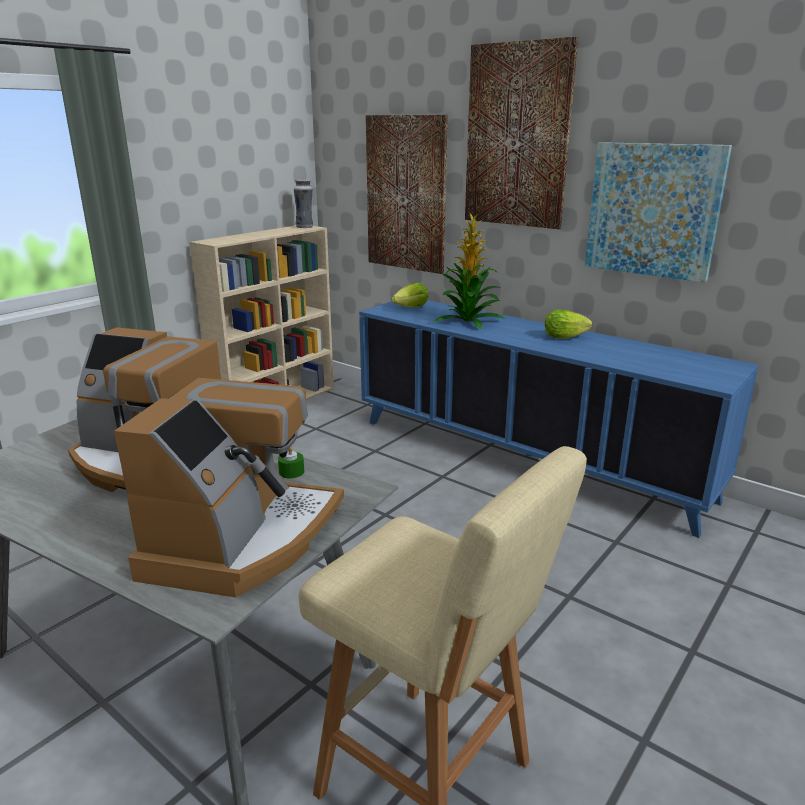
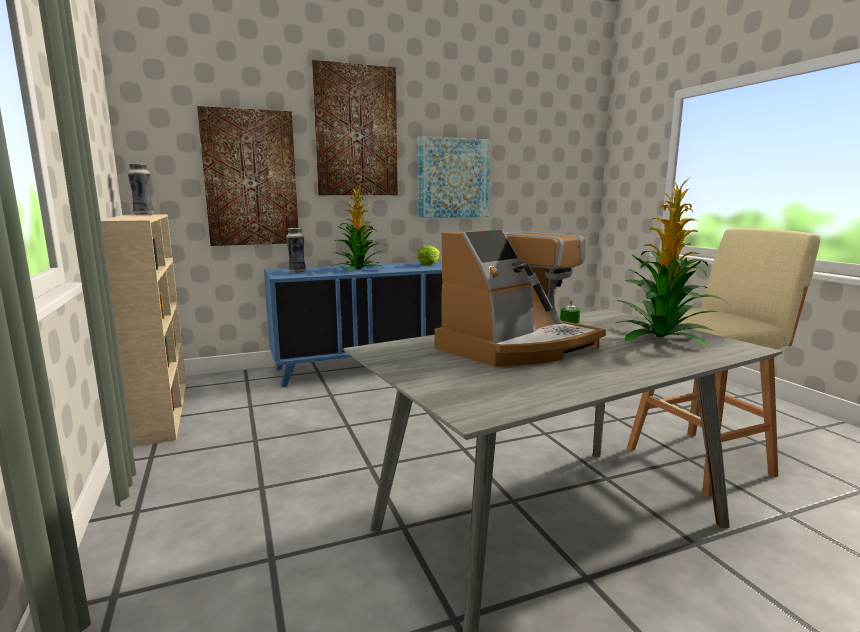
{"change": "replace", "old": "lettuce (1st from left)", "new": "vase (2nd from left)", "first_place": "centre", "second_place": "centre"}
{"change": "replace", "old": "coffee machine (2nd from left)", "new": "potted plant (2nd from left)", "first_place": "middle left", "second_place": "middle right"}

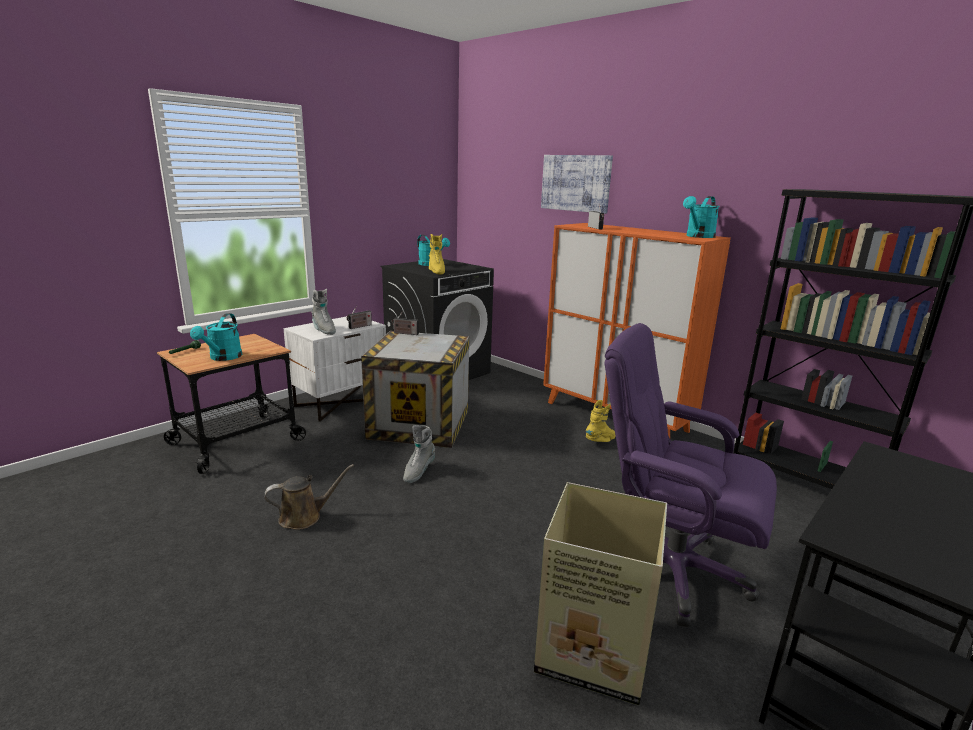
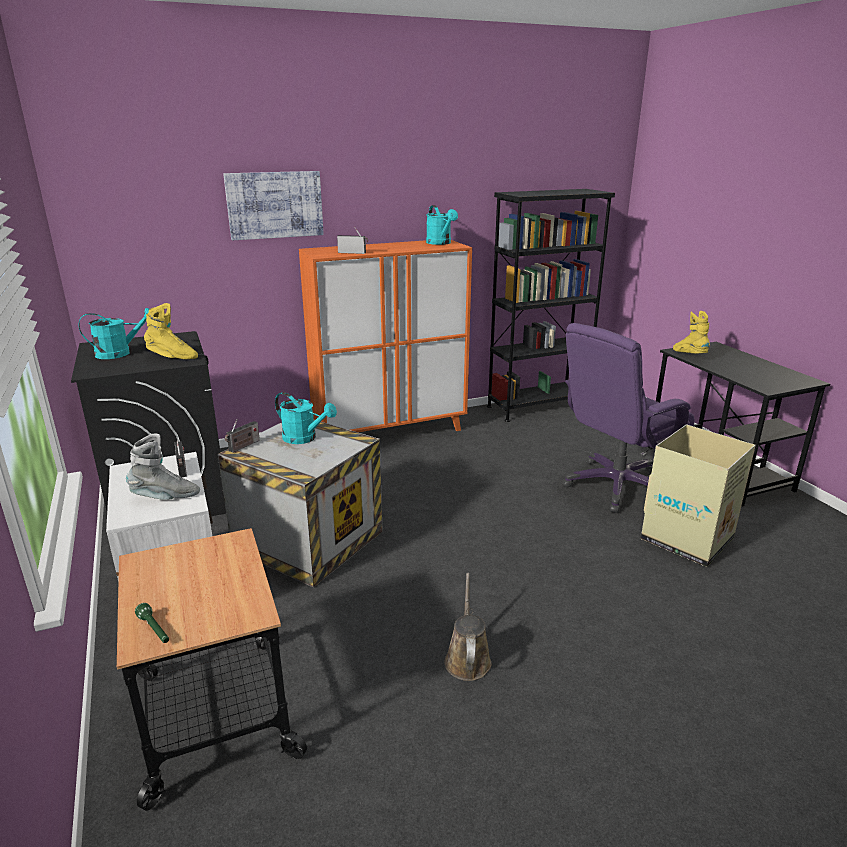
{"change": "move", "old": "turquoise watering can (1st from left in the first image)", "new": "turquoise watering can (2nd from left)", "first_place": "middle left", "second_place": "centre"}
{"change": "move", "old": "yellow boot (2nd from left)", "first_place": "centre", "second_place": "middle right"}
{"change": "delete", "old": "grey boot (2nd from left)", "first_place": "centre"}

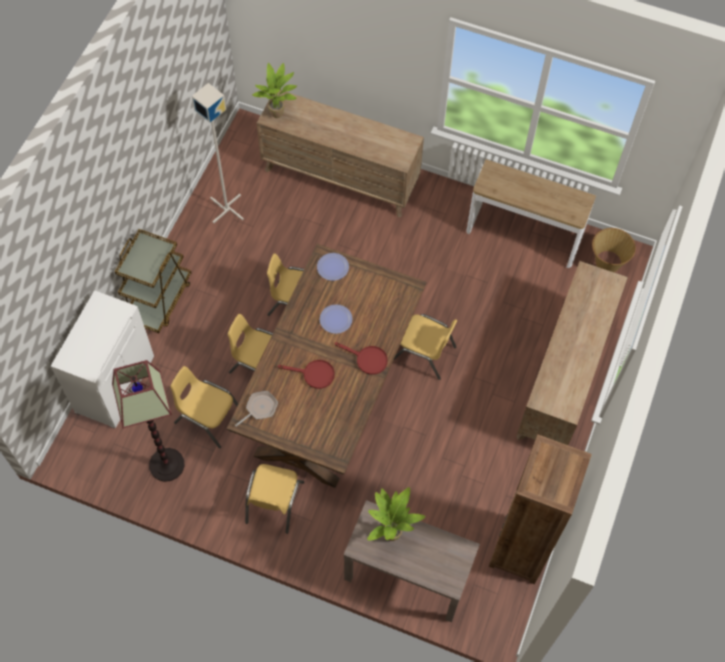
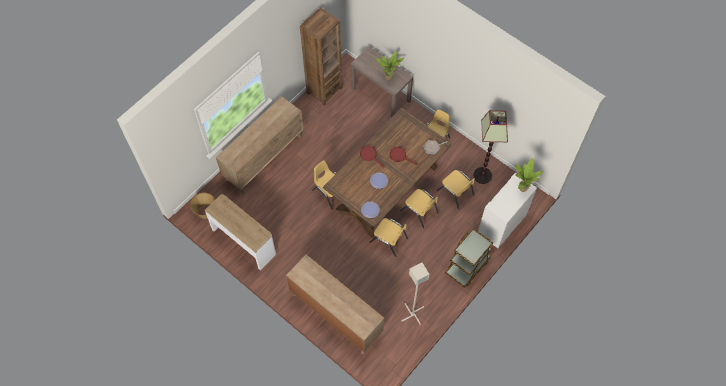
{"change": "move", "old": "potted plant (1st from left in the first image)", "new": "potted plant (2nd from left)", "first_place": "top centre", "second_place": "middle right"}

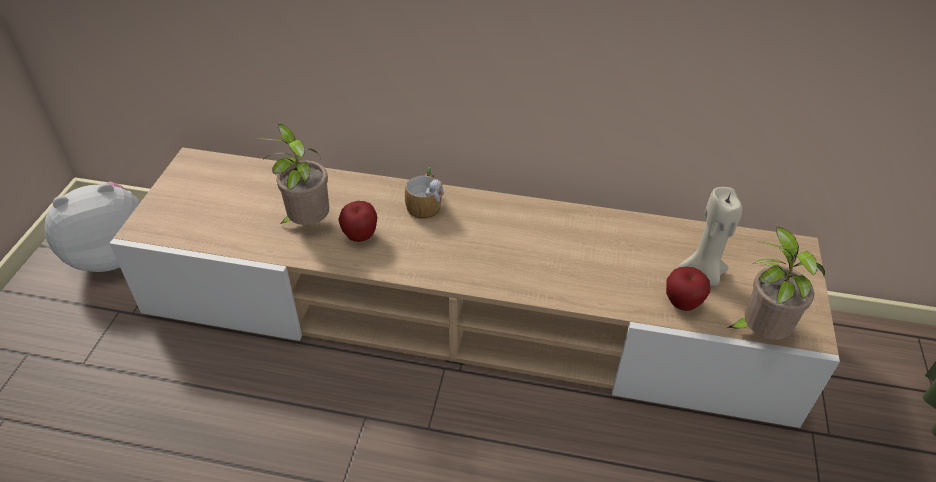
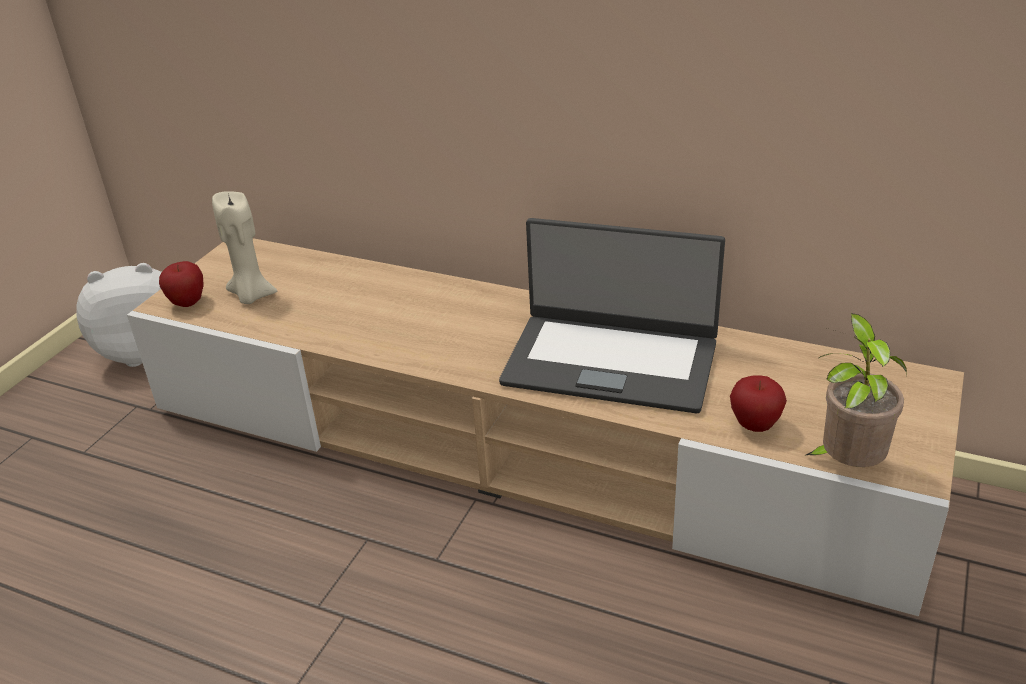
{"change": "delete", "old": "potted plant (1st from left)", "first_place": "middle left"}
{"change": "delete", "old": "mug", "first_place": "centre"}
{"change": "move", "old": "beige candle", "first_place": "middle right", "second_place": "middle left"}
{"change": "move", "old": "apple (1st from left)", "first_place": "centre", "second_place": "middle left"}
{"change": "insert", "new": "laptop", "second_place": "centre"}

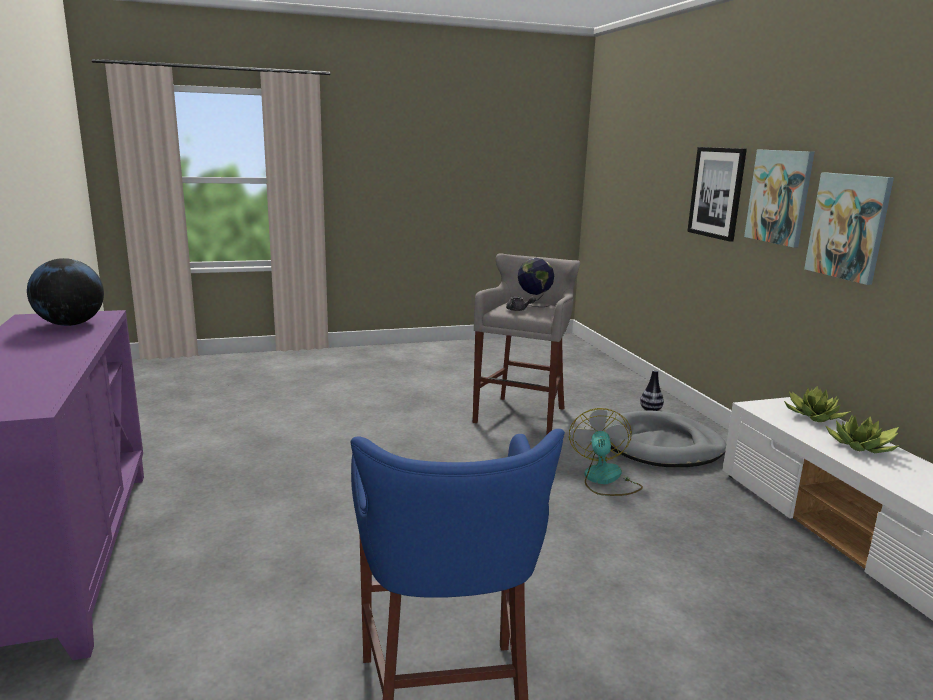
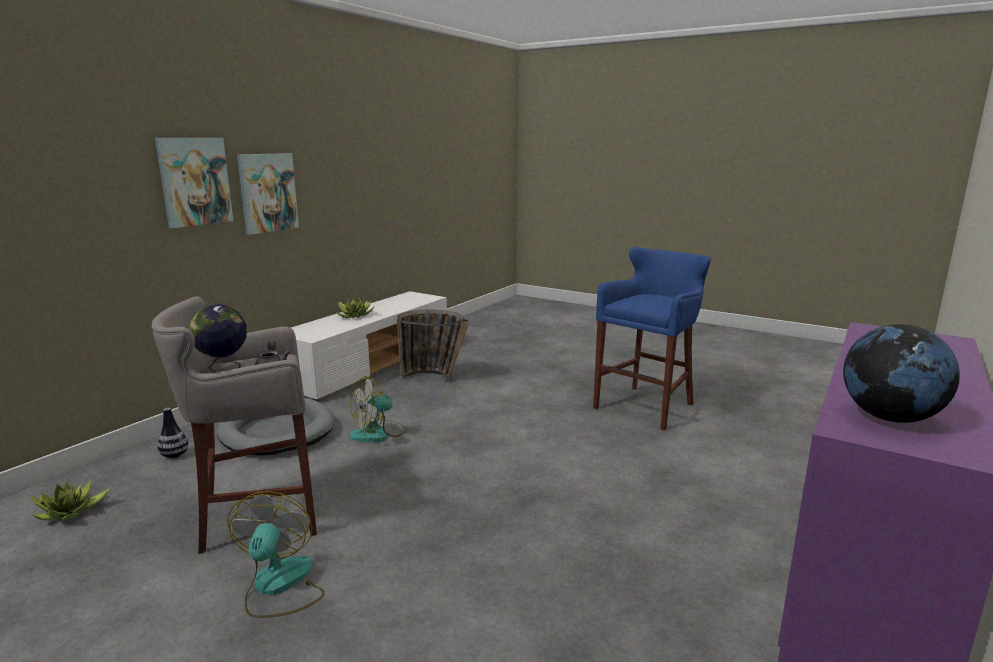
{"change": "delete", "old": "picture (1st from left)", "first_place": "top right"}
{"change": "move", "old": "potted plant (1st from left)", "first_place": "middle right", "second_place": "bottom left"}
{"change": "insert", "new": "basket", "second_place": "centre"}
{"change": "insert", "new": "fan (1st from left)", "second_place": "bottom left"}

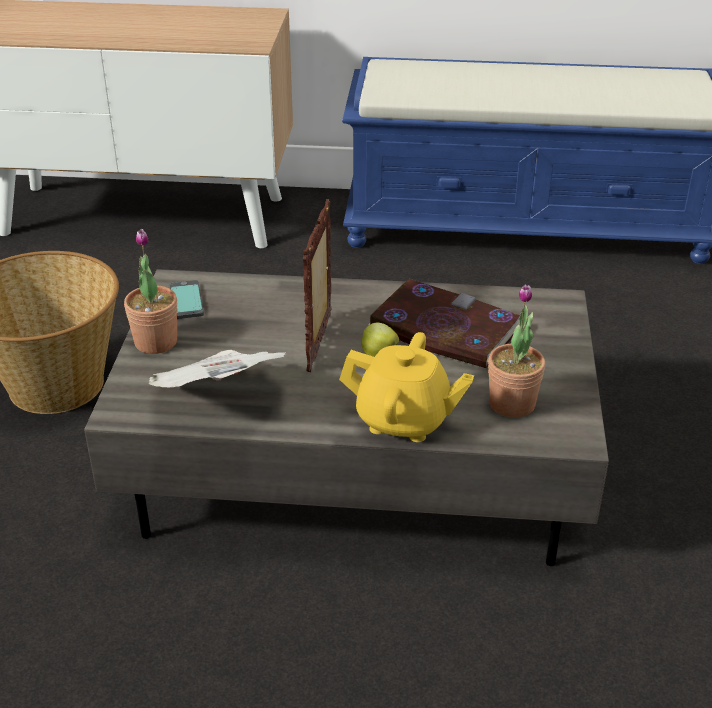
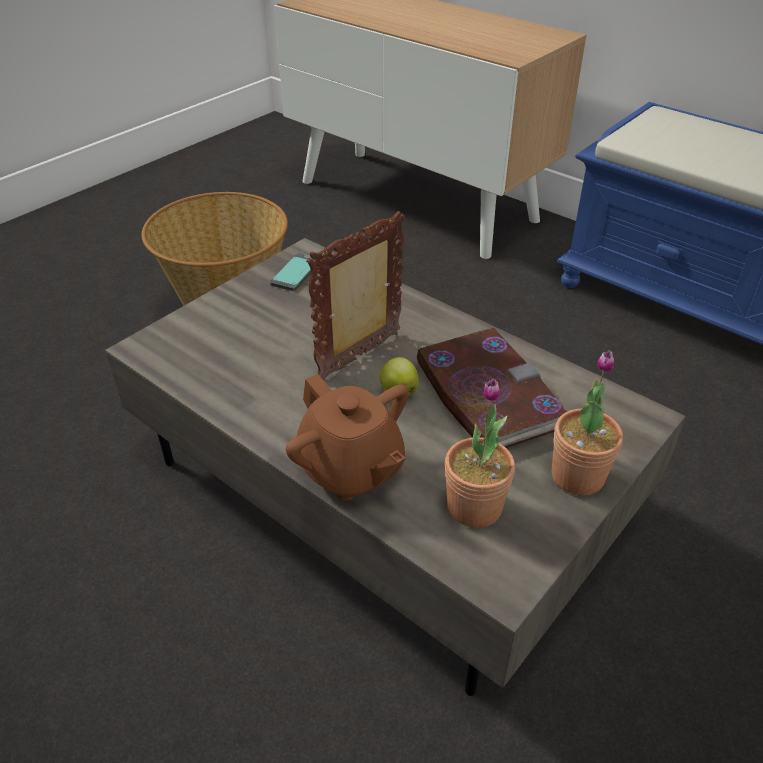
{"change": "move", "old": "potted plant (1st from left in the first image)", "new": "potted plant (2nd from left)", "first_place": "middle left", "second_place": "middle right"}
{"change": "recolor", "old": "yellow teapot", "new": "brown teapot", "first_place": "centre", "second_place": "centre"}
{"change": "delete", "old": "newspaper", "first_place": "middle left"}

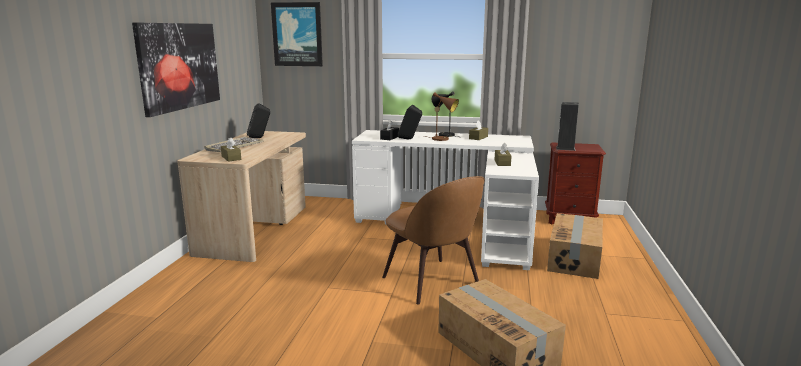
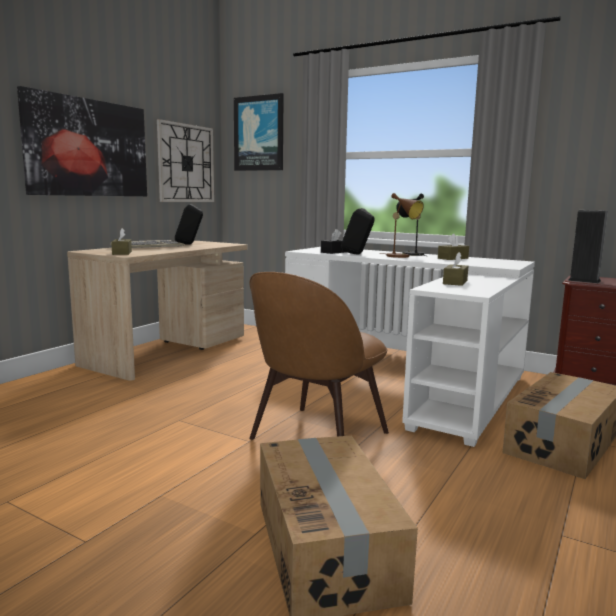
{"change": "rotate", "old": "brown chair", "first_place": "centre", "second_place": "centre", "degrees": 45}
{"change": "insert", "new": "wall clock", "second_place": "top left"}

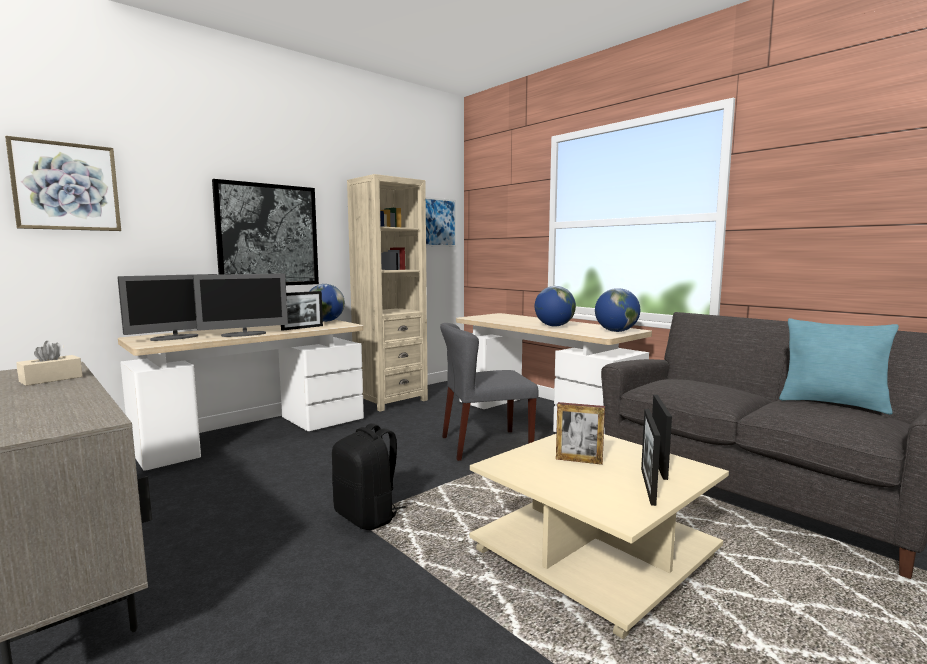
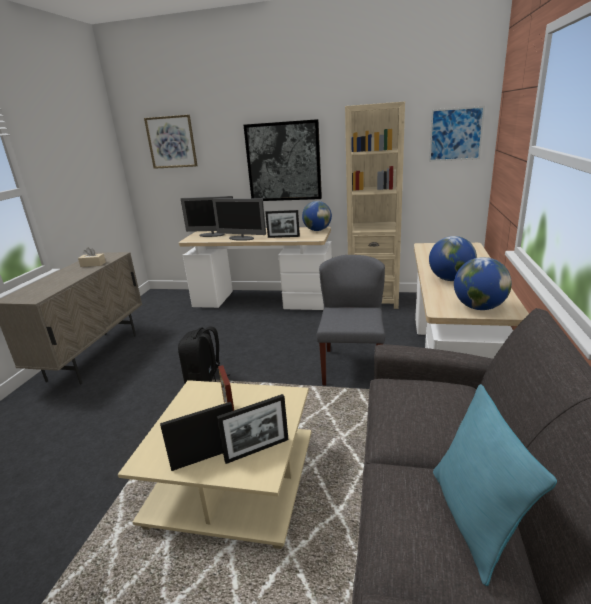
{"change": "rotate", "old": "grey chair", "first_place": "centre", "second_place": "centre", "degrees": 60}

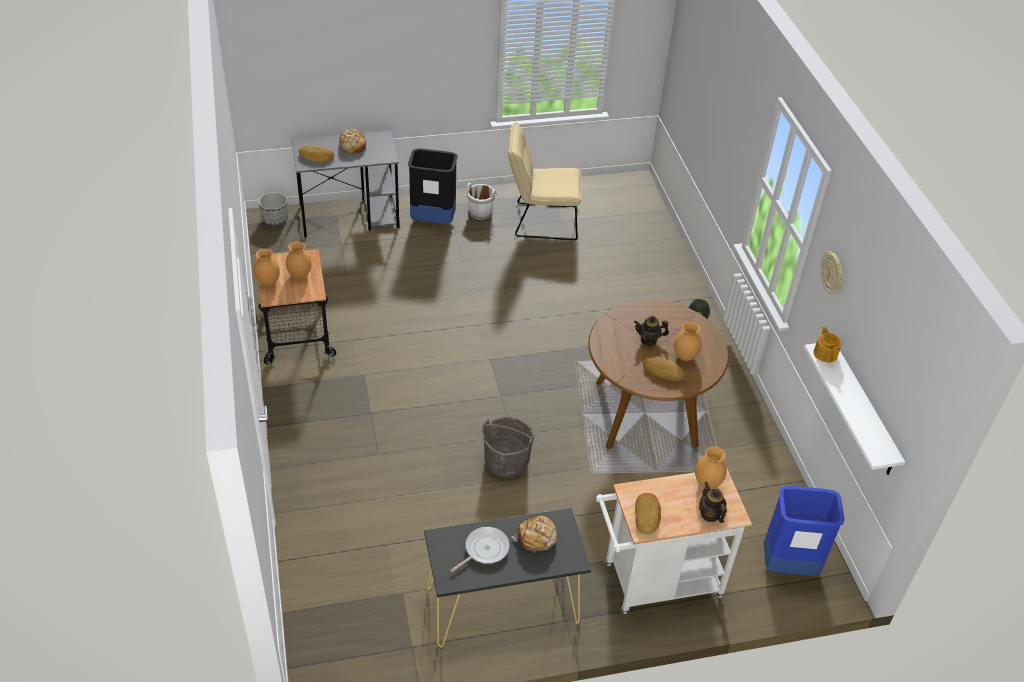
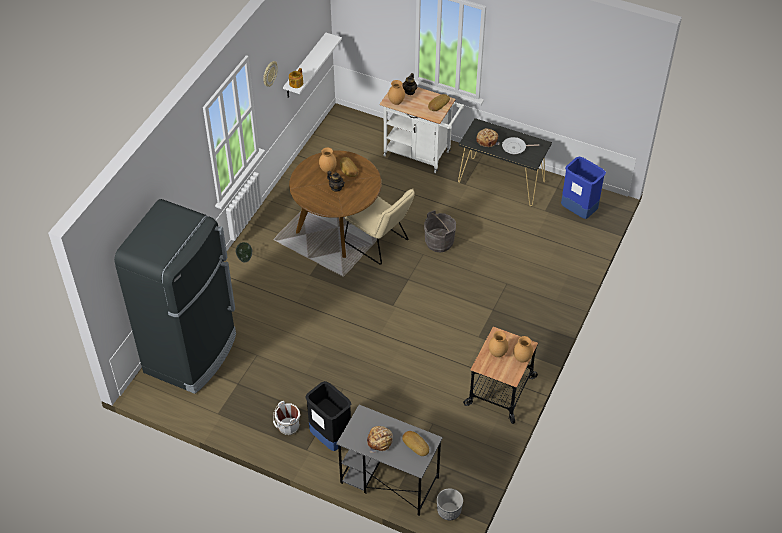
{"change": "move", "old": "beige chair", "first_place": "top centre", "second_place": "centre"}
{"change": "move", "old": "blue trash can", "first_place": "bottom right", "second_place": "middle right"}
{"change": "insert", "new": "black fridge", "second_place": "middle left"}

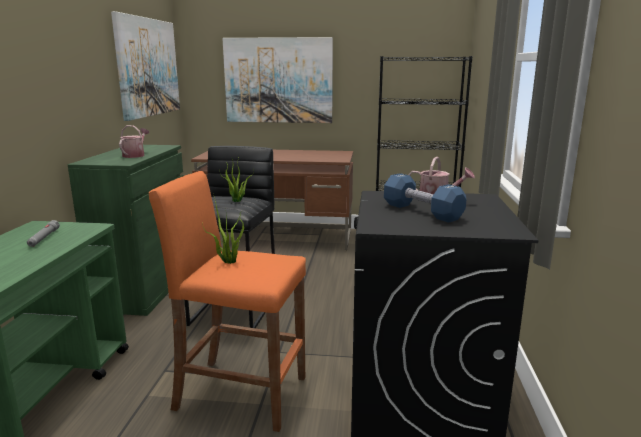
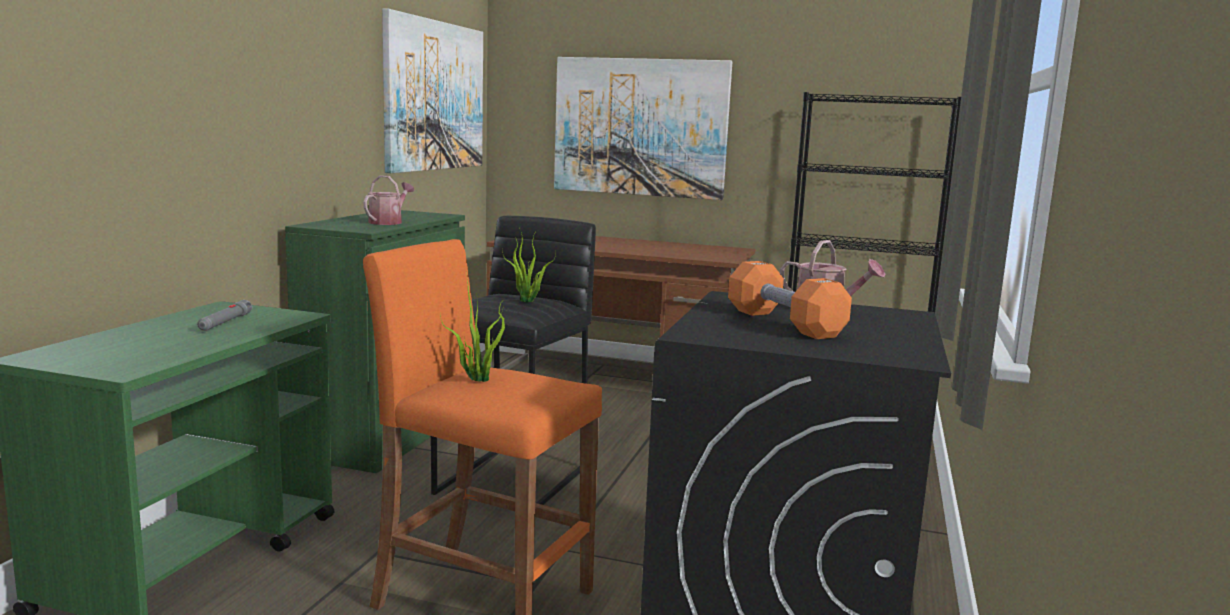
{"change": "recolor", "old": "blue dumbbell", "new": "orange dumbbell", "first_place": "centre", "second_place": "centre"}

